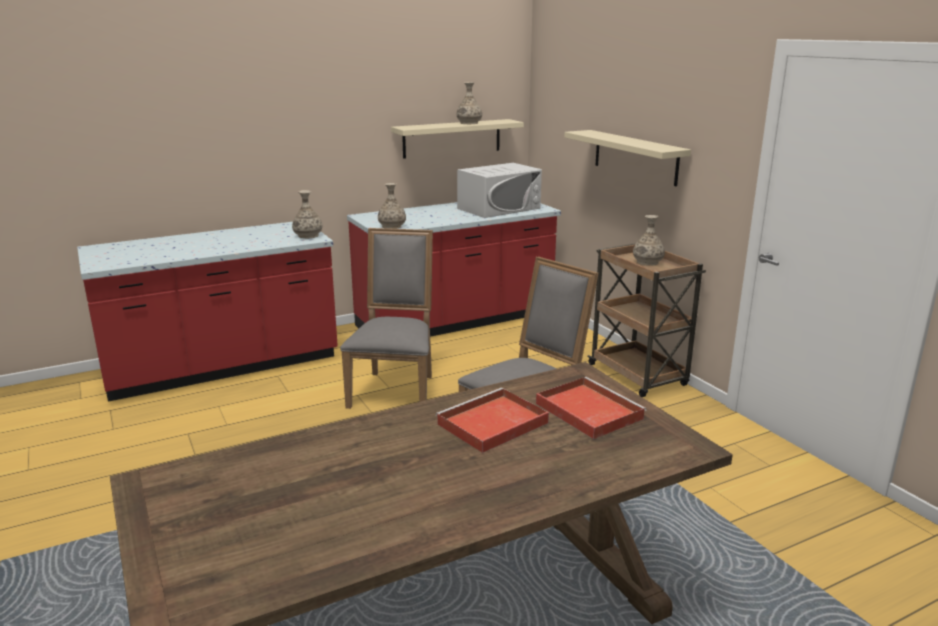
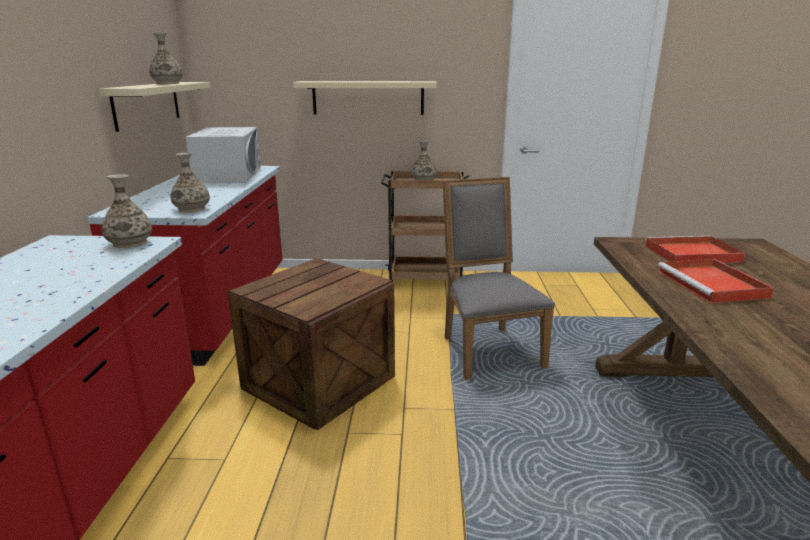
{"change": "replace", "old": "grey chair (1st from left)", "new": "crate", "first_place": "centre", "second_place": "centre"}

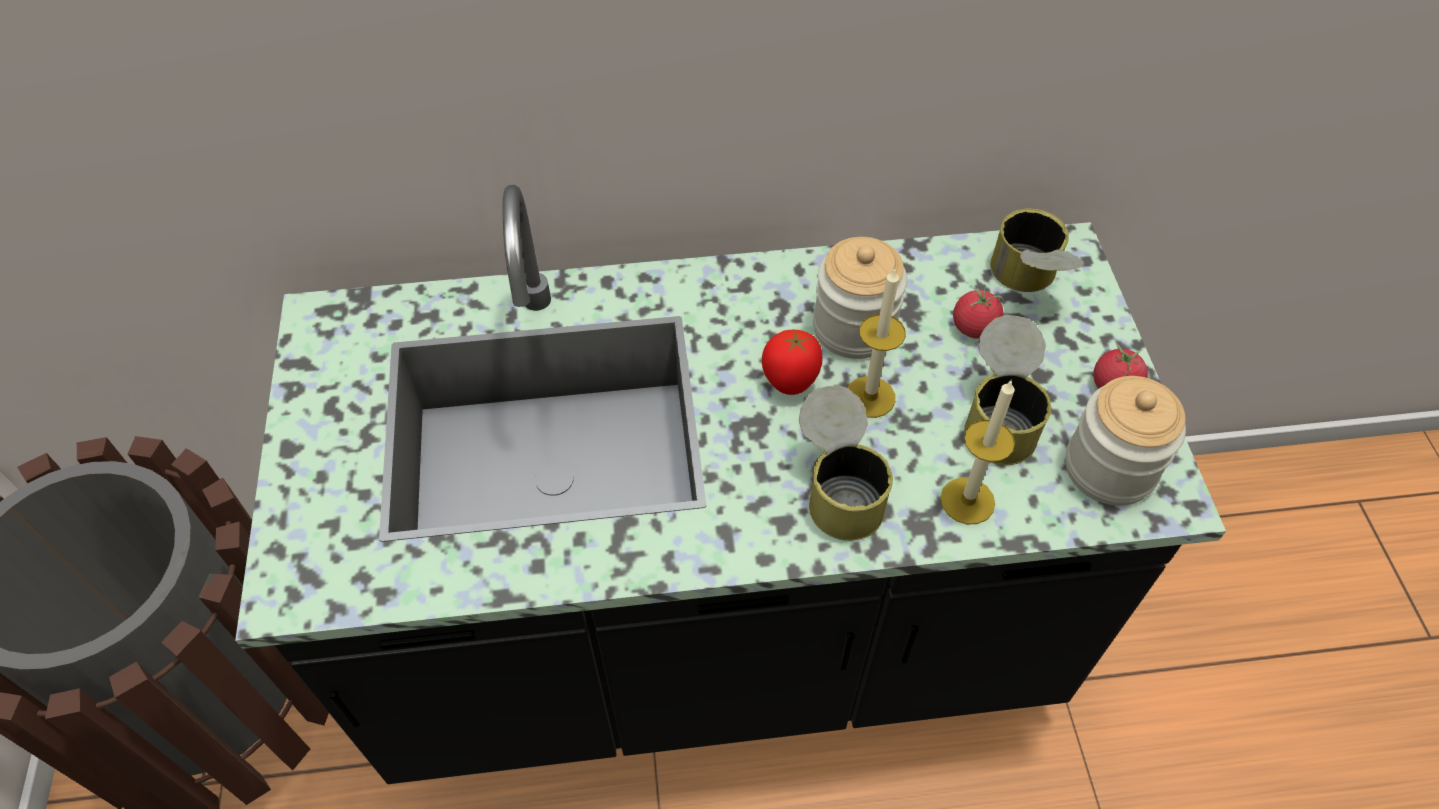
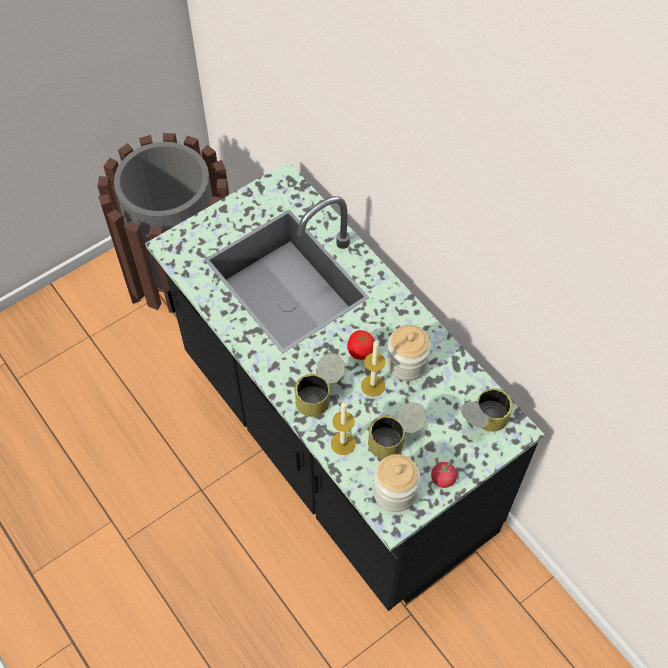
{"change": "delete", "old": "tomato (2nd from left)", "first_place": "middle right"}

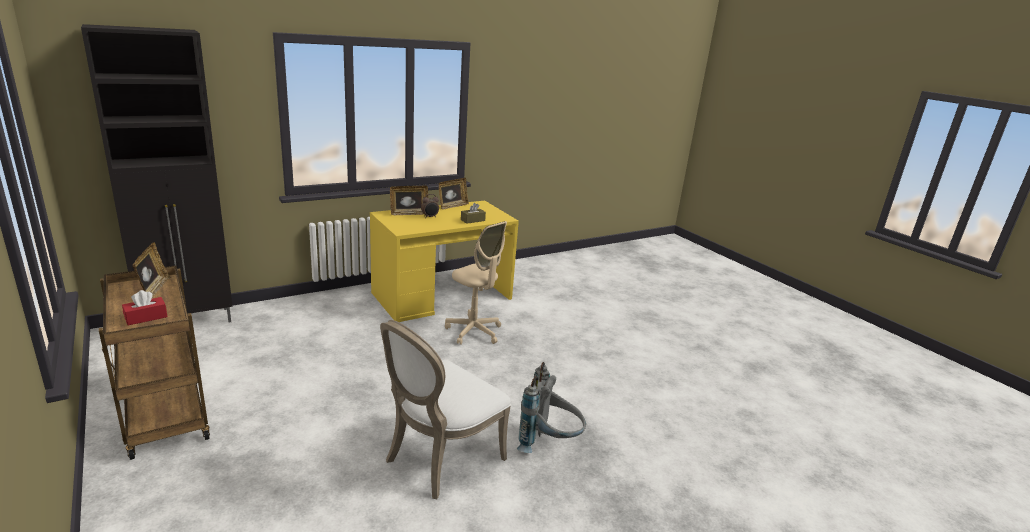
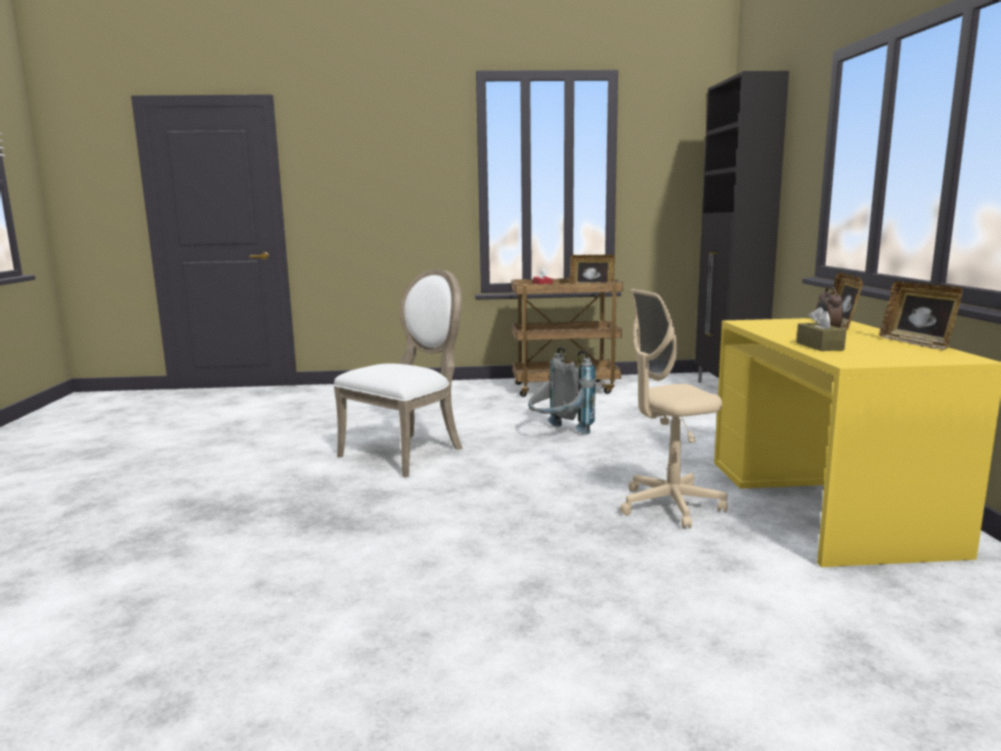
{"change": "rotate", "old": "white chair", "first_place": "bottom centre", "second_place": "centre", "degrees": 60}
{"change": "move", "old": "grey backpack", "first_place": "bottom centre", "second_place": "centre"}

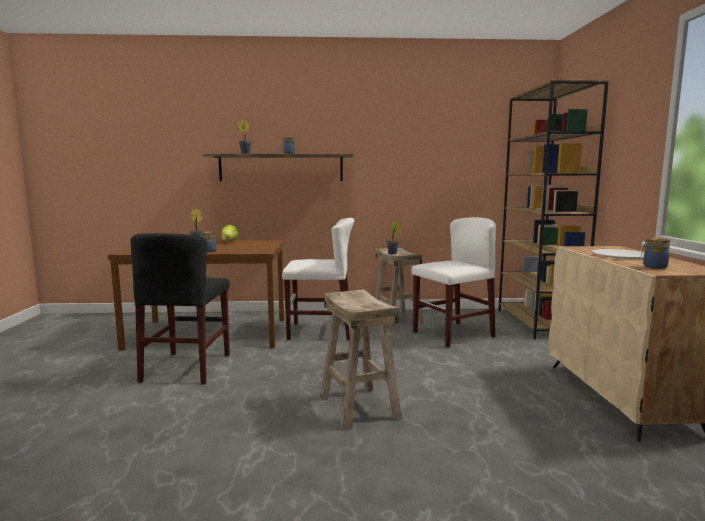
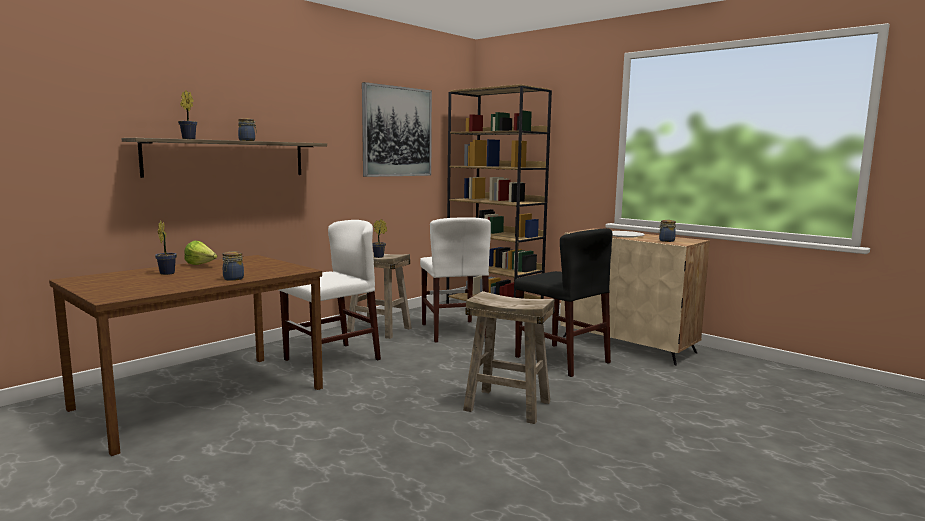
{"change": "rotate", "old": "white chair (2nd from left)", "first_place": "centre", "second_place": "centre", "degrees": 150}
{"change": "move", "old": "black chair", "first_place": "middle left", "second_place": "centre"}
{"change": "insert", "new": "picture", "second_place": "top centre"}

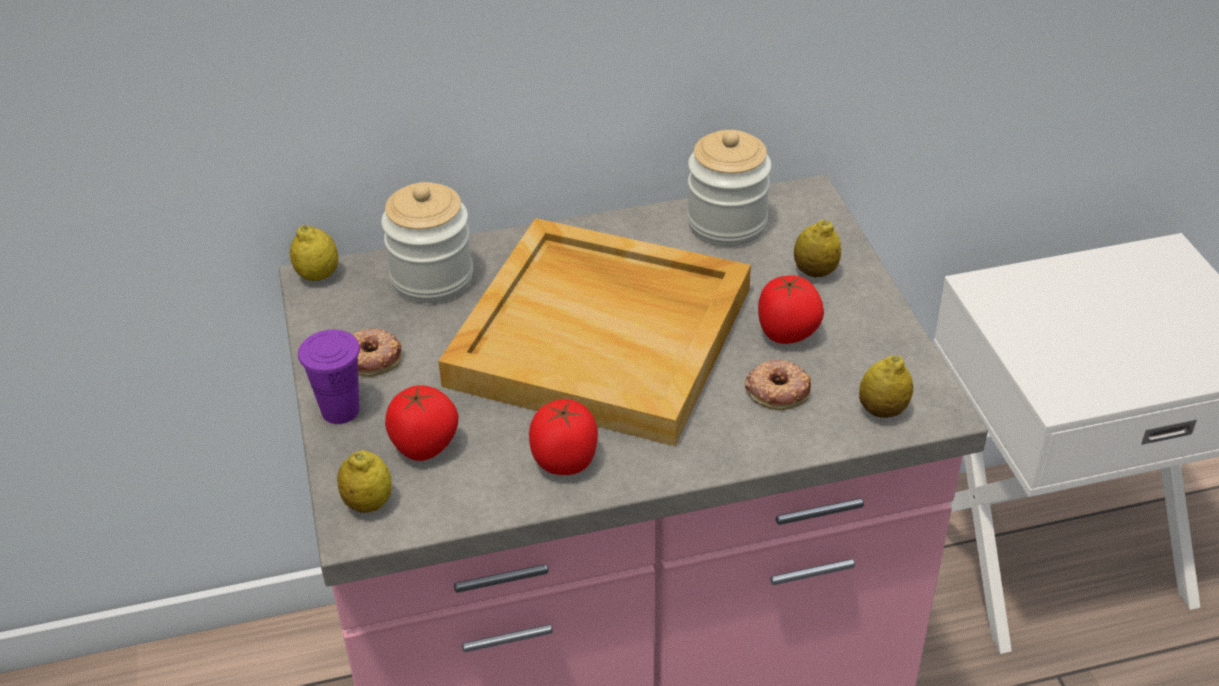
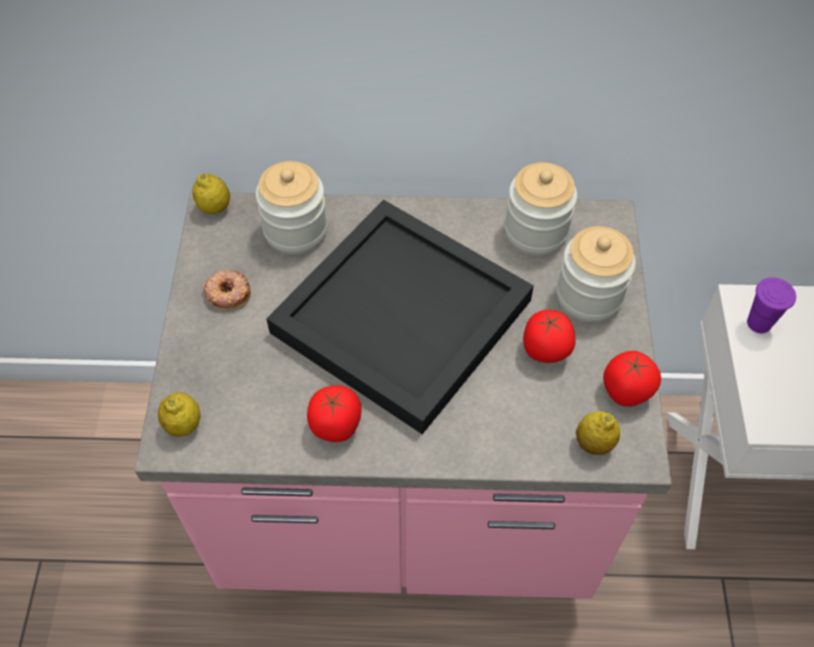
{"change": "recolor", "old": "beige tray", "new": "black tray", "first_place": "centre", "second_place": "centre"}
{"change": "replace", "old": "lemon (3rd from left)", "new": "jar (3rd from left)", "first_place": "middle right", "second_place": "middle right"}
{"change": "move", "old": "purple cup", "first_place": "middle left", "second_place": "middle right"}
{"change": "delete", "old": "donut (2nd from left)", "first_place": "centre"}
{"change": "move", "old": "tomato (1st from left in the first image)", "new": "tomato (3rd from left)", "first_place": "centre", "second_place": "middle right"}

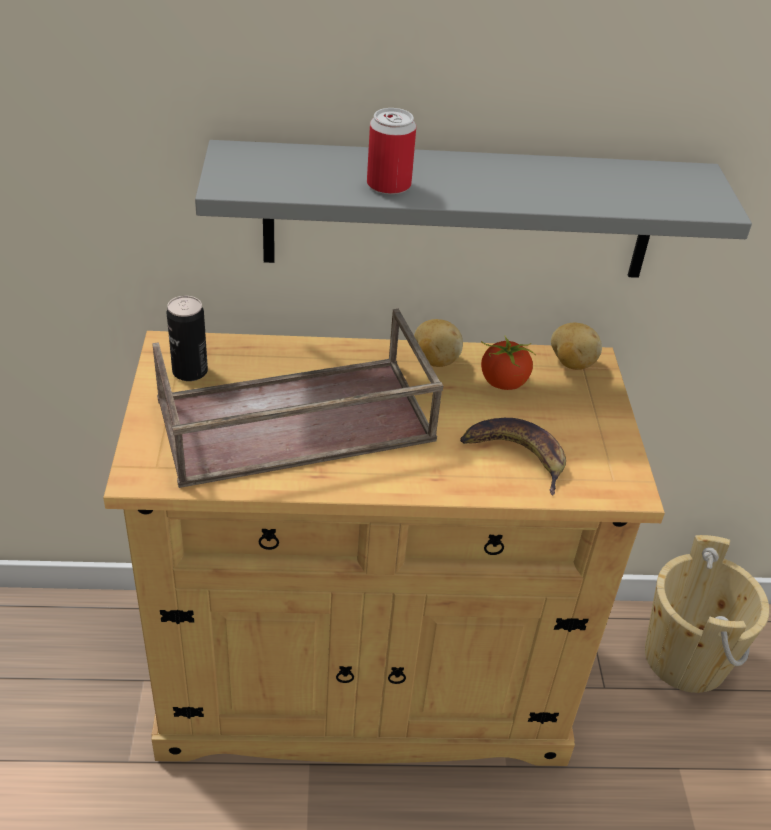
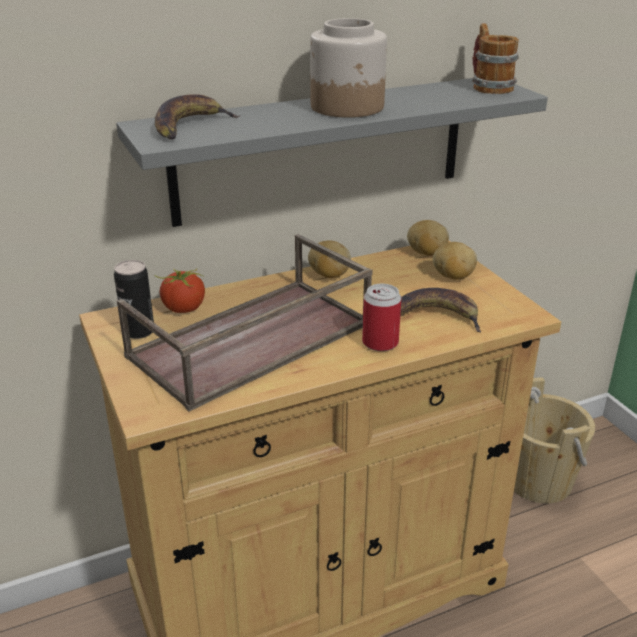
{"change": "move", "old": "can (2nd from left)", "first_place": "top centre", "second_place": "centre"}
{"change": "move", "old": "tomato", "first_place": "centre", "second_place": "middle left"}
{"change": "insert", "new": "jar", "second_place": "top centre"}
{"change": "insert", "new": "mug", "second_place": "top right"}
{"change": "insert", "new": "banana (1st from left)", "second_place": "top left"}
{"change": "insert", "new": "potato (3rd from left)", "second_place": "middle right"}

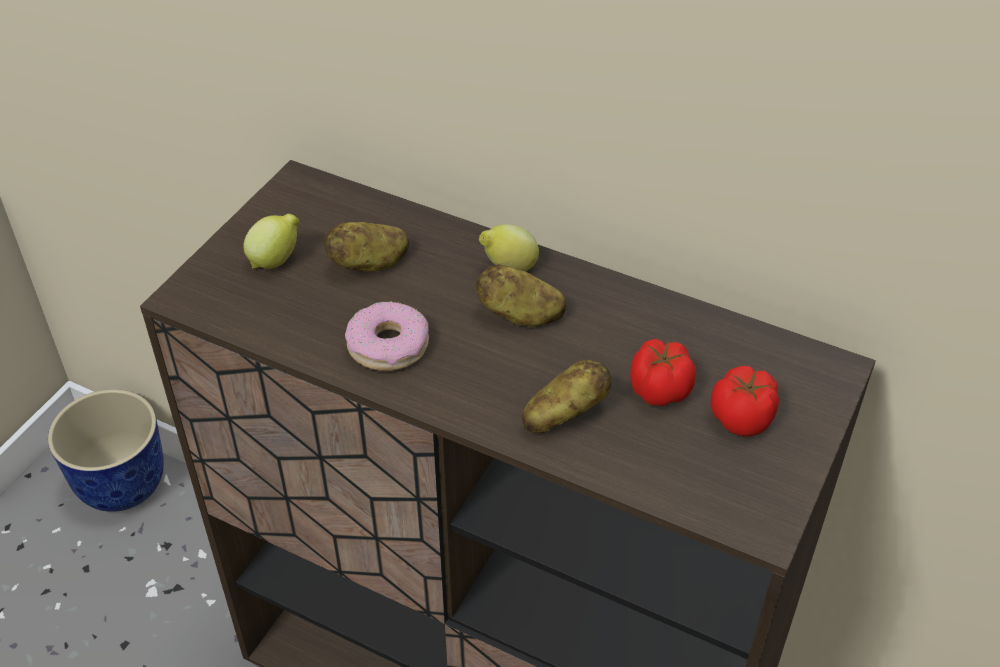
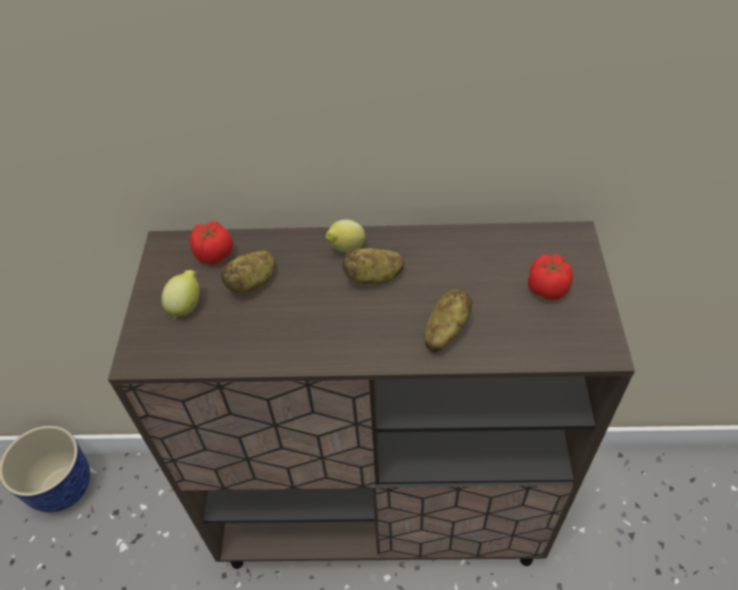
{"change": "delete", "old": "donut", "first_place": "centre"}
{"change": "move", "old": "tomato (1st from left)", "first_place": "centre", "second_place": "middle left"}

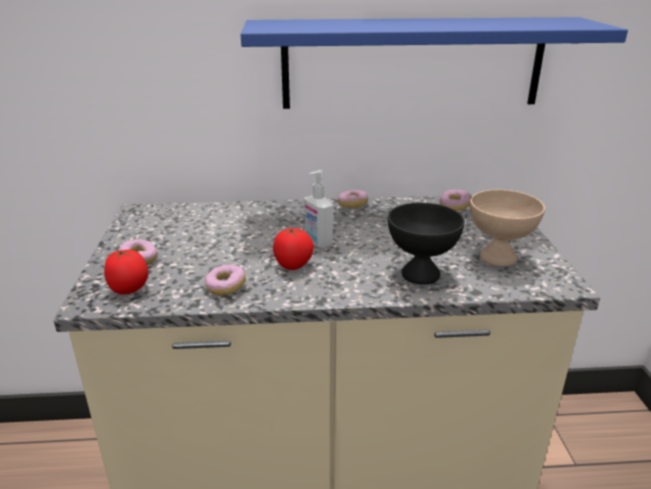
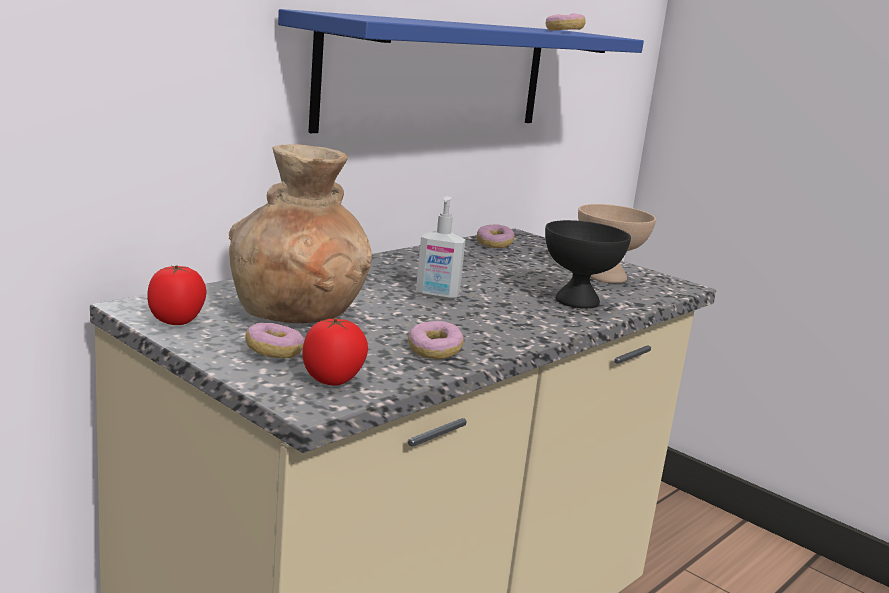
{"change": "move", "old": "donut (3rd from left in the first image)", "new": "donut (4th from left)", "first_place": "centre", "second_place": "top centre"}
{"change": "move", "old": "tomato (2nd from left in the first image)", "new": "tomato (1st from left)", "first_place": "centre", "second_place": "middle left"}
{"change": "insert", "new": "brown vase", "second_place": "centre"}

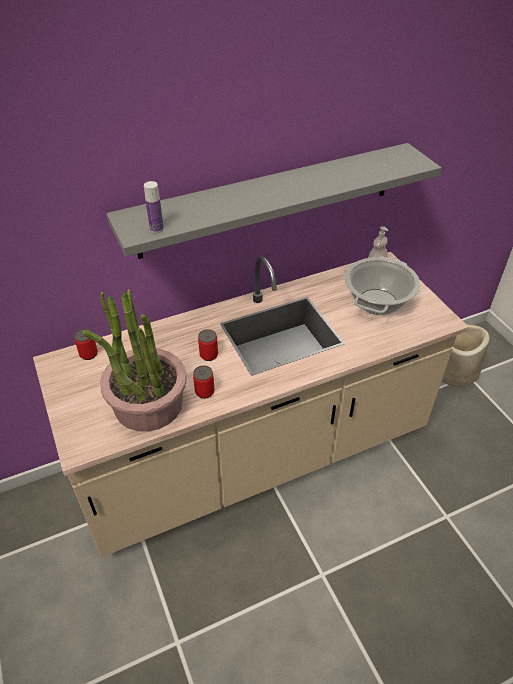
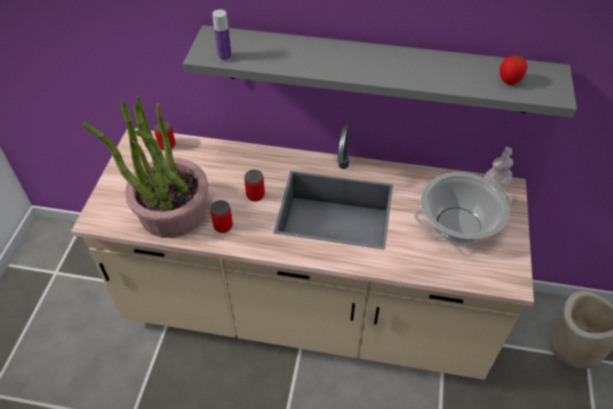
{"change": "insert", "new": "tomato", "second_place": "top right"}

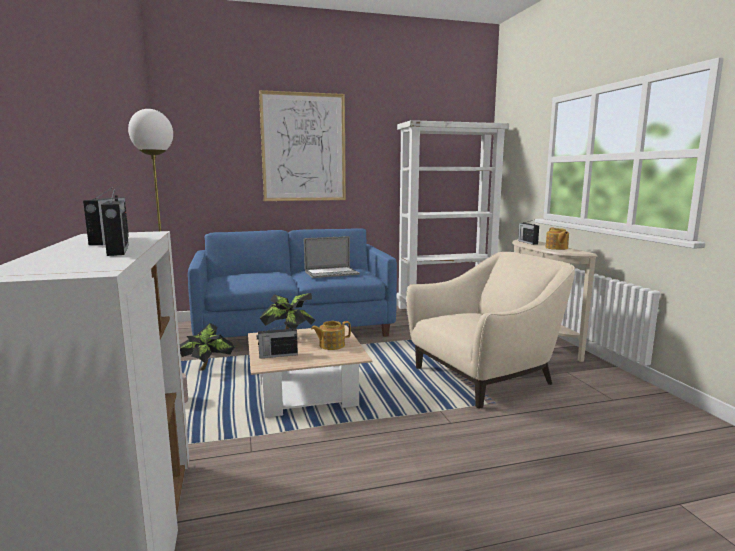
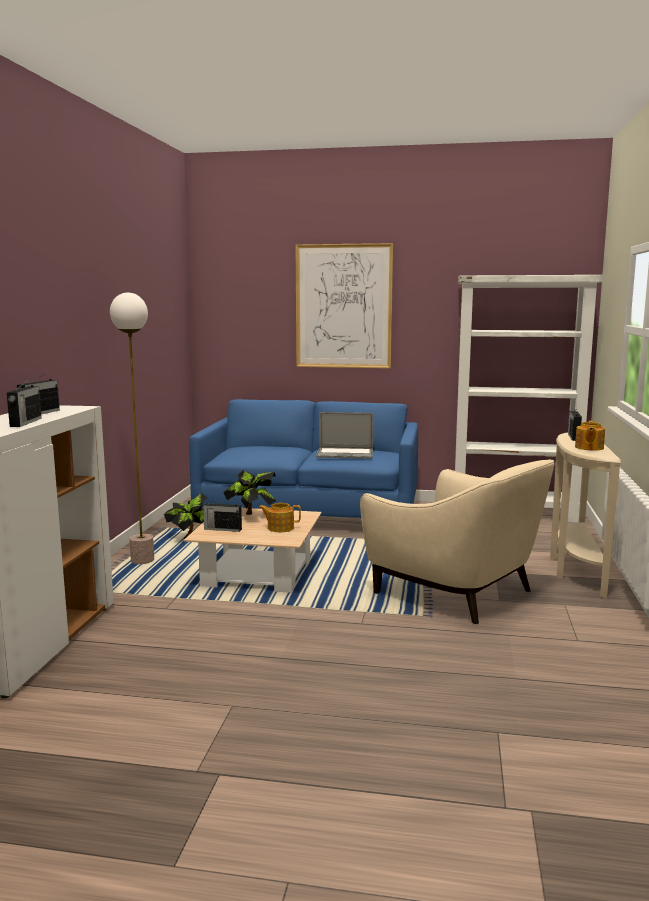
{"change": "rotate", "old": "beige armchair", "first_place": "middle right", "second_place": "middle right", "degrees": 45}

